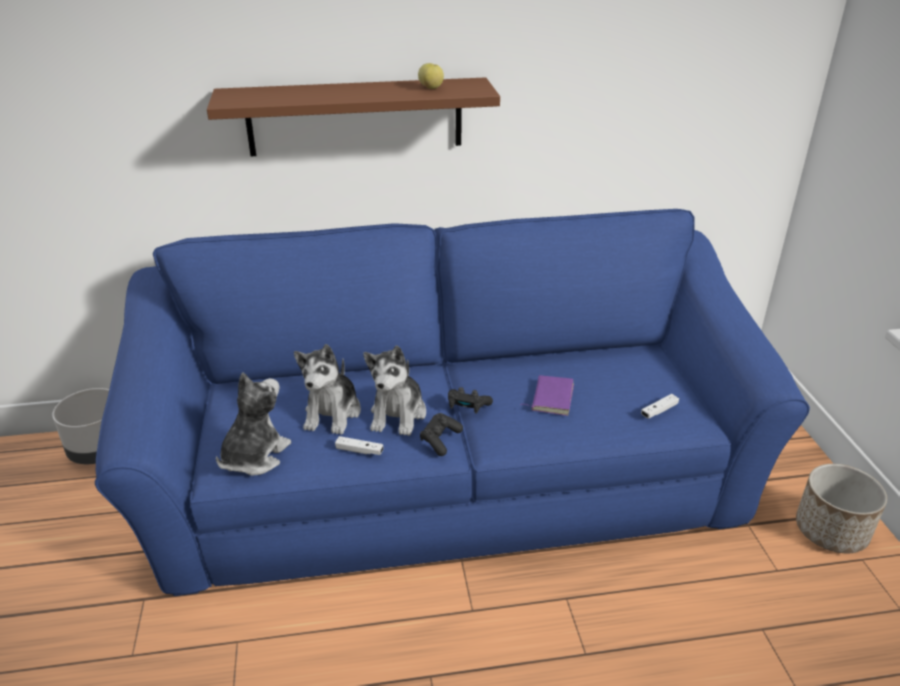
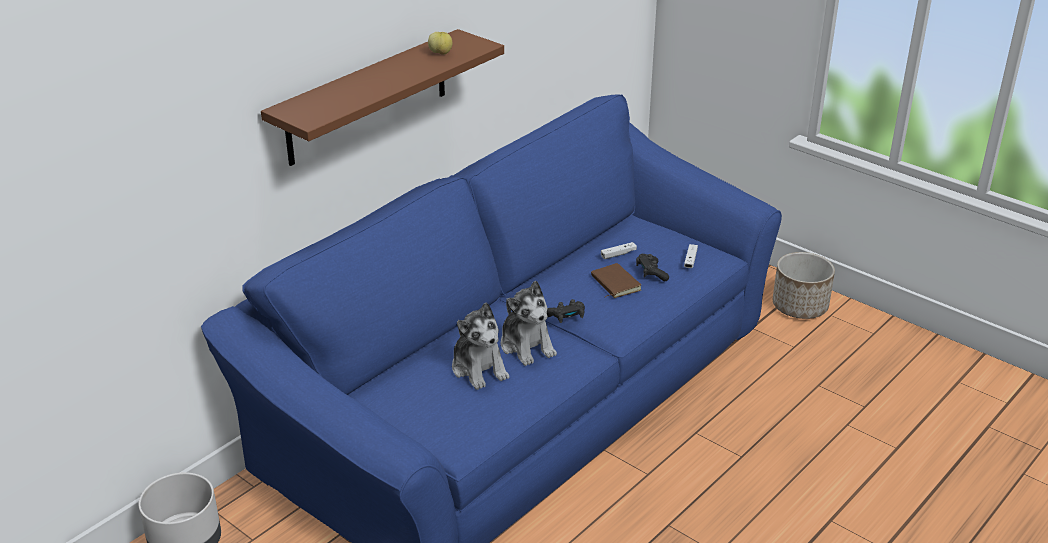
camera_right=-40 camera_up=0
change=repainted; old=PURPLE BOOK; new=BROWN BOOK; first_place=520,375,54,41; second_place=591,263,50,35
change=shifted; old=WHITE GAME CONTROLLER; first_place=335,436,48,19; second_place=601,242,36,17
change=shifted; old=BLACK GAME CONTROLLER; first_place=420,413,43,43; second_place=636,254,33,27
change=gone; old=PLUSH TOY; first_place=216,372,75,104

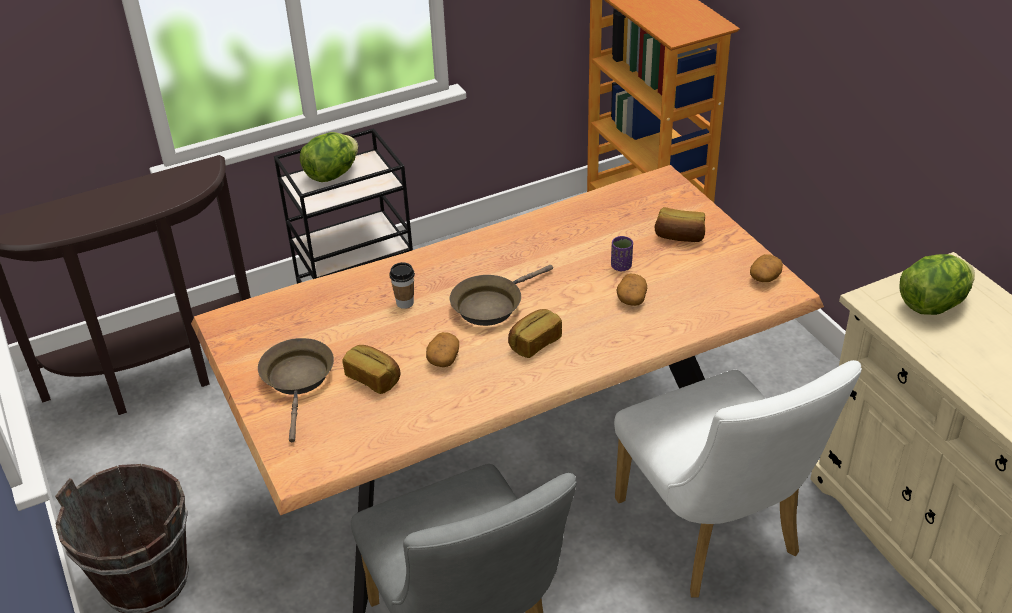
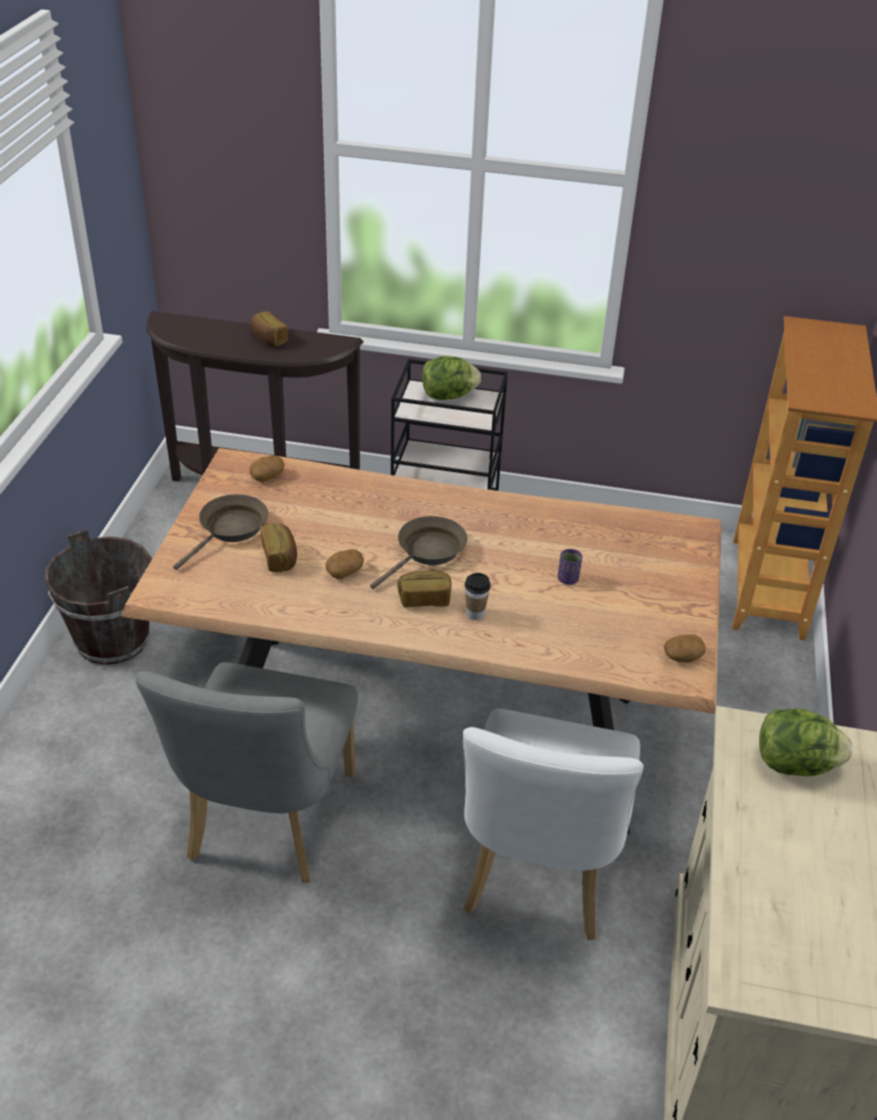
camera_right=35 camera_up=0
change=shifted; old=POTATO; first_place=617,274,30,32; second_place=249,455,36,27
change=shifted; old=BREAD; first_place=655,207,50,35; second_place=250,312,38,35
change=rotated; old=BROWN FRYING PAN; first_place=450,265,103,61; second_place=370,516,97,73; degrees=135
change=shifted; old=CUP; first_place=389,262,26,47; second_place=465,573,26,47

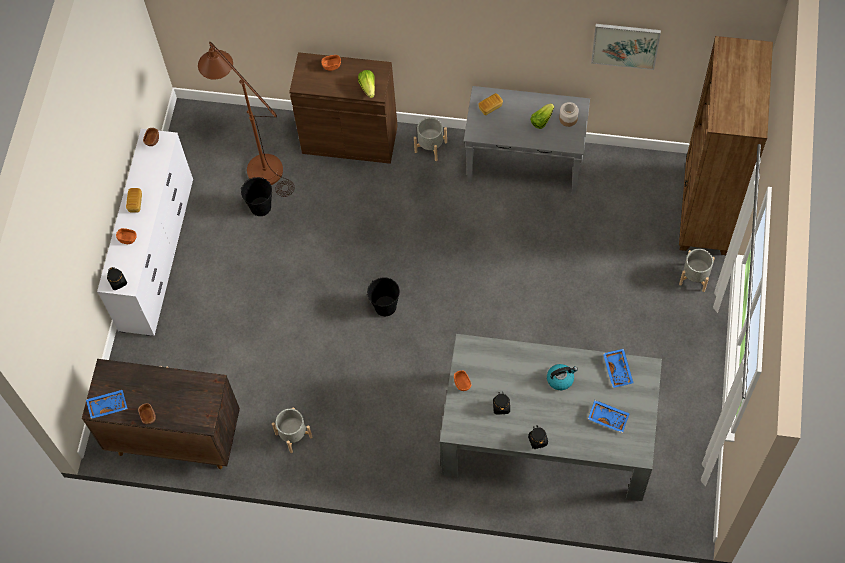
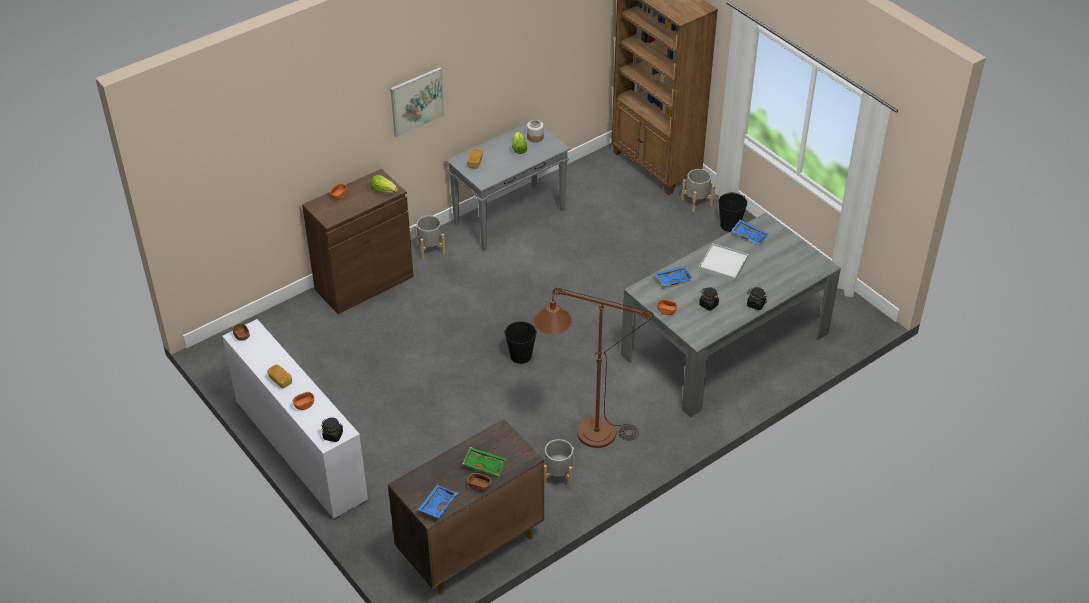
camera_right=-50 camera_up=-20
change=shifted; old=PICTURE; first_place=591,24,70,46; second_place=390,67,55,71
change=new; new=GREEN TRAY; second_place=462,447,44,29
change=shifted; old=BROWN FLOOR LAMP; first_place=198,42,96,155; second_place=534,288,120,160
change=shifted; old=BLUE TRAY; first_place=588,400,42,33; second_place=655,267,38,19
change=swapped; old=KETTLE; new=WHITE TRAY; first_place=547,364,31,26; second_place=699,244,49,38
change=shifted; old=BLACK BUCKET; first_place=241,177,31,39; second_place=718,192,29,40

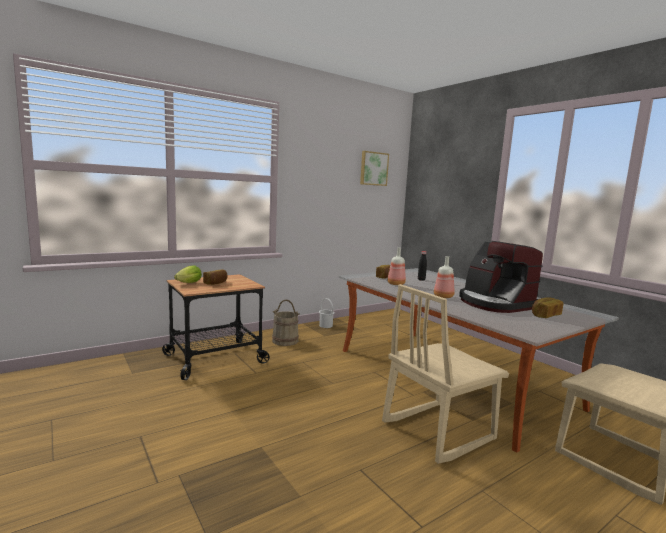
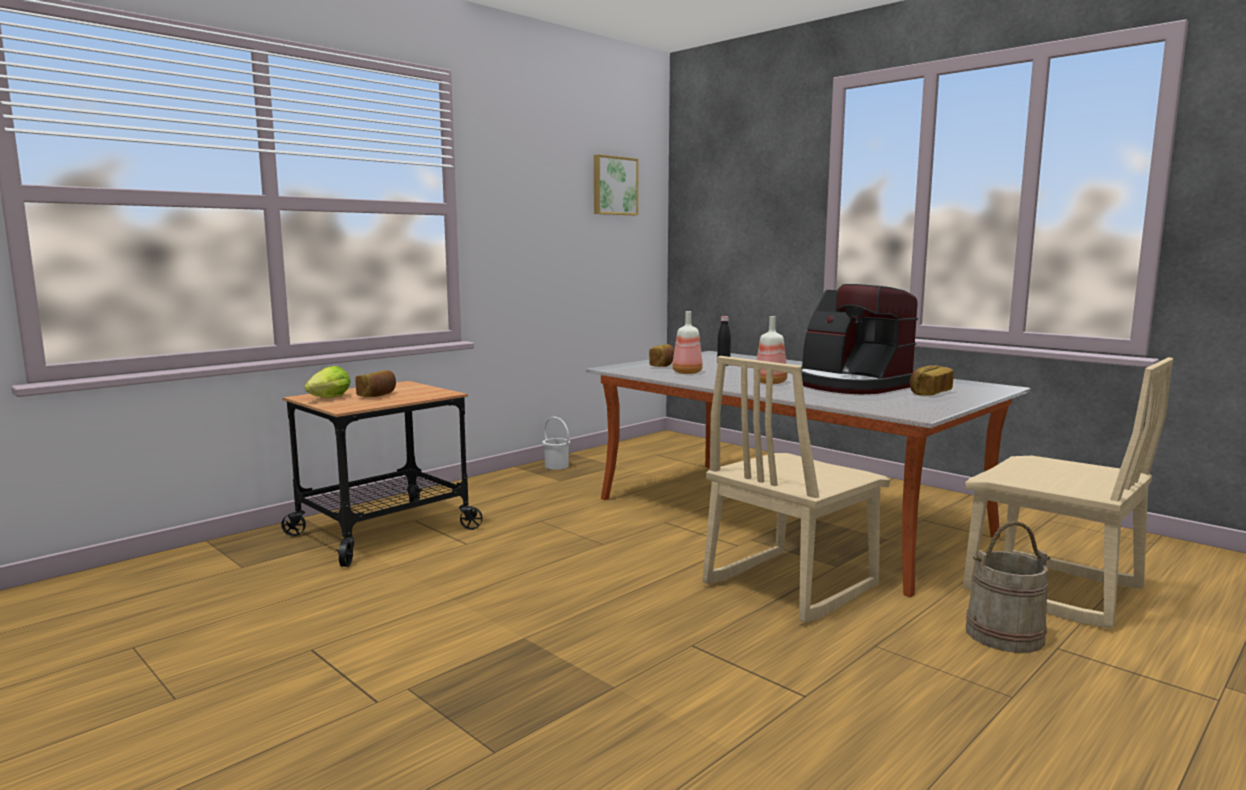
camera_right=-10 camera_up=0
change=shifted; old=BEIGE BUCKET; first_place=272,299,27,47; second_place=966,521,85,132

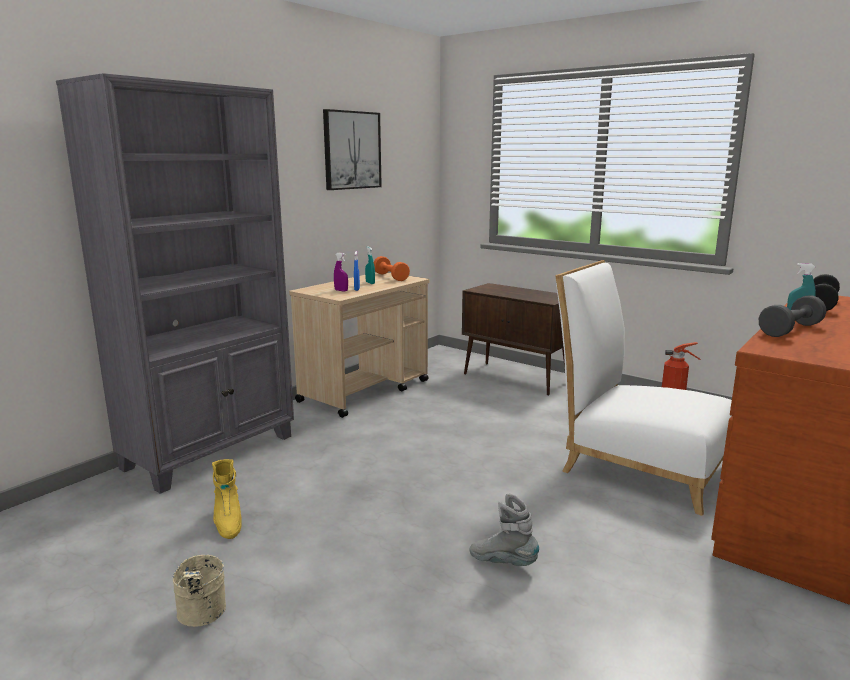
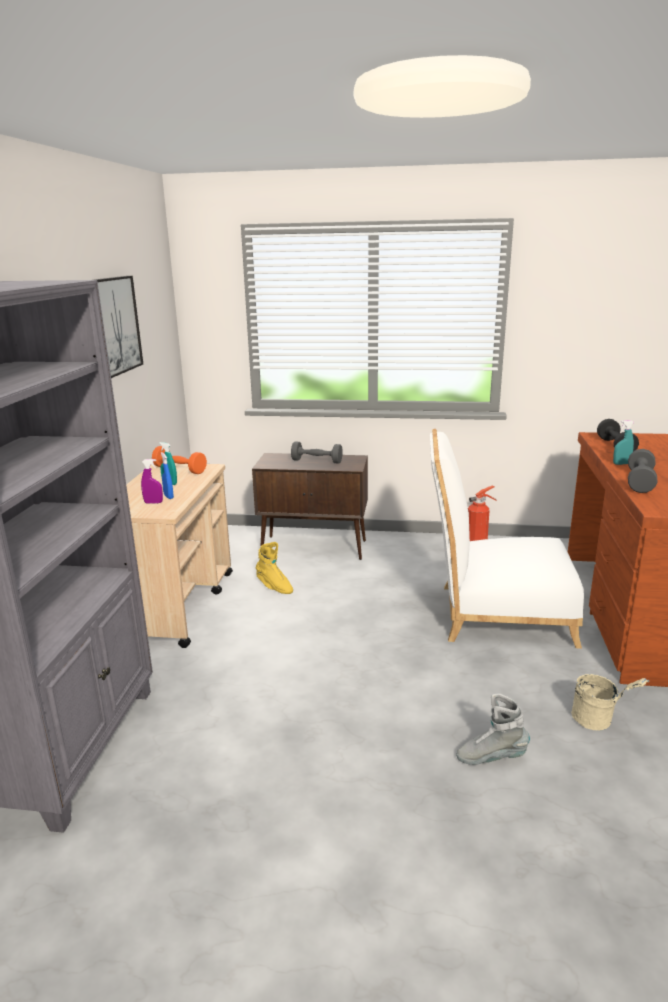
camera_right=-30 camera_up=5
change=shifted; old=YELLOW BOOT; first_place=212,459,29,80; second_place=256,542,37,52
change=new; new=GREY DUMBBELL; second_place=291,441,52,23
change=shifted; old=BEIGE BUCKET; first_place=173,555,53,72; second_place=571,674,78,57

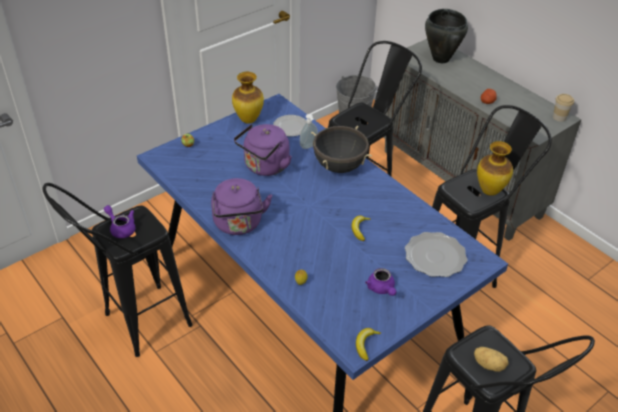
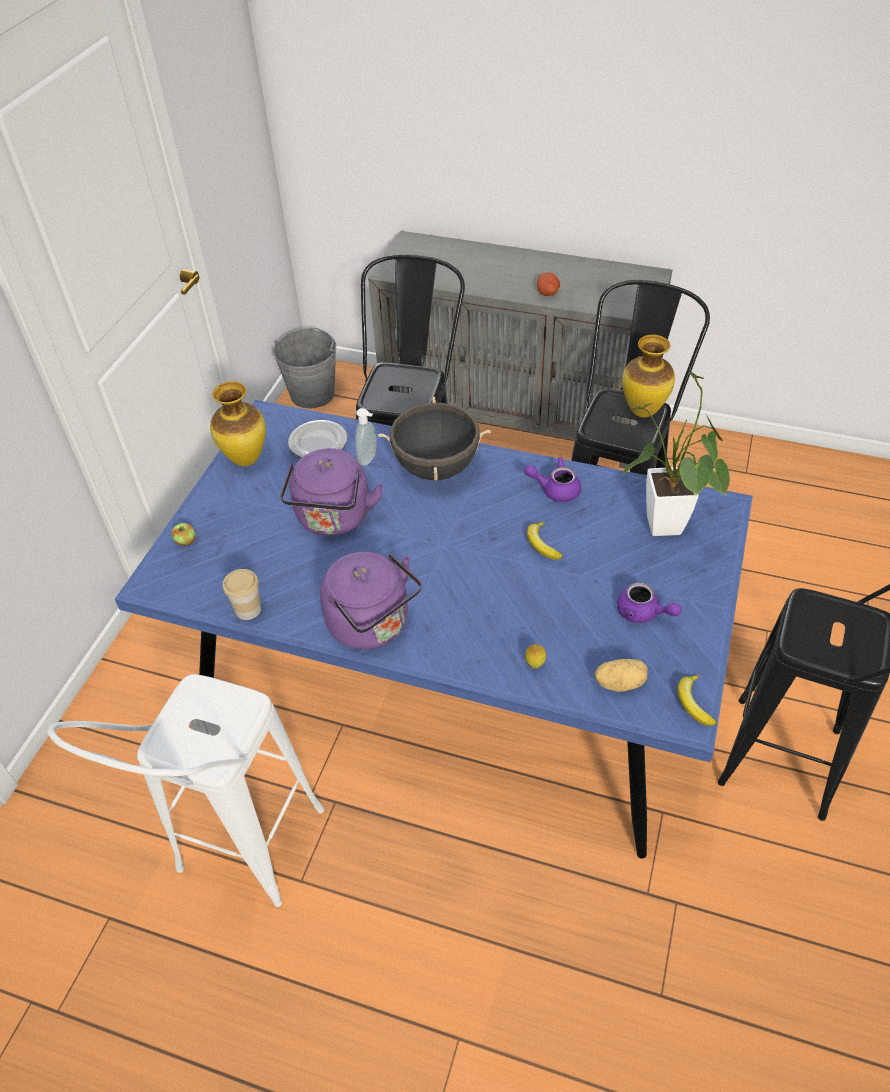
camera_right=-30 camera_up=5
change=repainted; old=BLACK STOOL; new=WHITE STOOL; first_place=42,183,151,174; second_place=47,674,277,233
change=shifted; old=CUP; first_place=553,94,21,28; second_place=223,569,38,51
change=shifted; old=PURPLE TEAPOT; first_place=104,205,32,33; second_place=524,457,57,45
change=shifted; old=POTATO; first_place=474,347,34,25; second_place=594,659,53,33
change=swapped; old=PLATE; new=POTTED PLANT; first_place=405,232,63,45; second_place=622,371,108,165
change=gone; old=BLACK COOKING POT; first_place=425,9,43,54

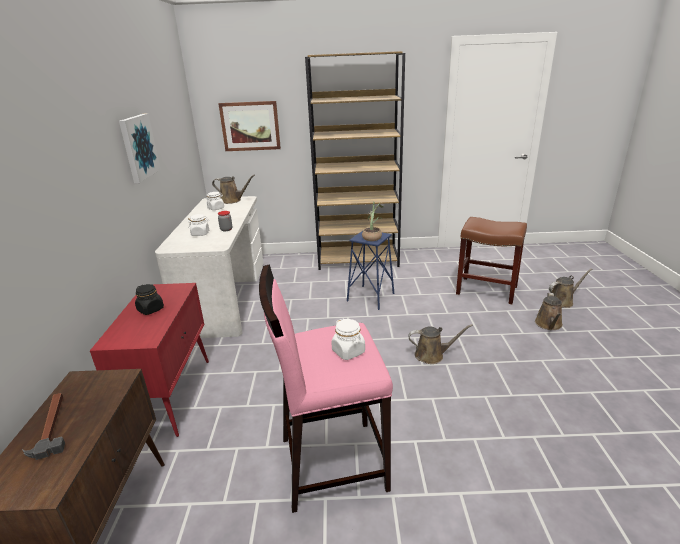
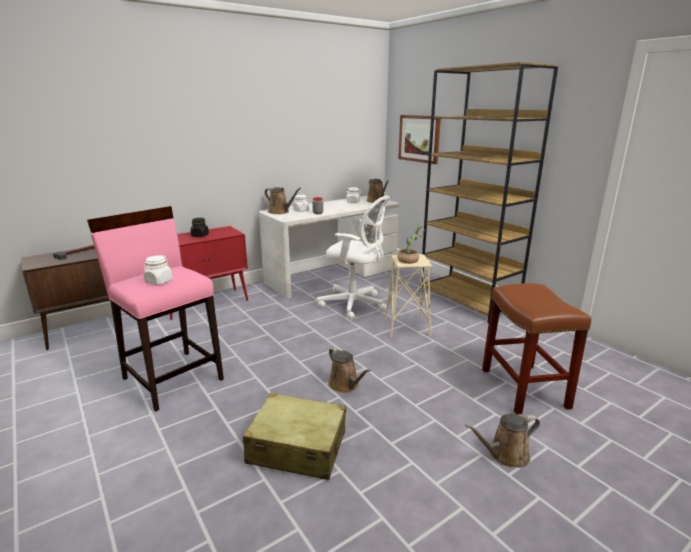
camera_right=55 camera_up=-5
change=new; new=BEIGE SUITCASE; second_place=243,393,103,87
change=shifted; old=BROWN WATERING CAN; first_place=549,269,43,39; second_place=264,187,37,27
change=new; new=WHITE OFFICE CHAIR; second_place=317,196,73,124
change=repainted; old=BLUE STOOL; new=BEIGE STOOL; first_place=347,231,47,79; second_place=385,254,47,84
change=gone; old=PICTURE; first_place=119,113,41,70

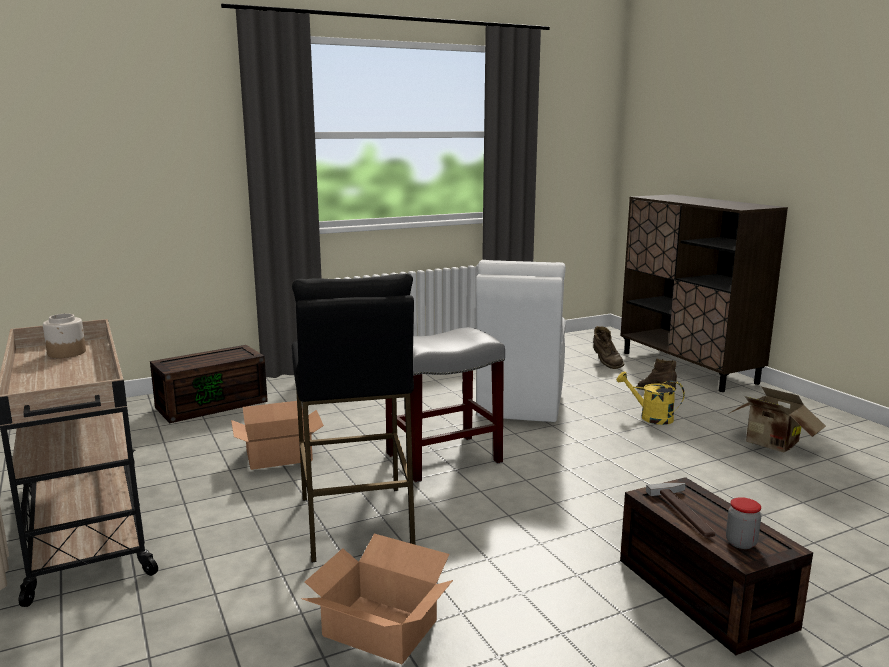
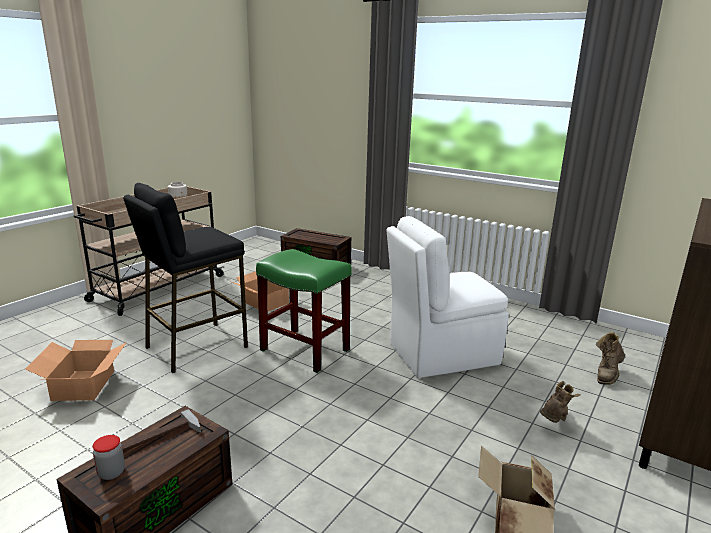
camera_right=60 camera_up=5
change=repainted; old=GREY STOOL; new=GREEN STOOL; first_place=386,327,119,156; second_place=256,249,96,124
change=gone; old=YELLOW WATERING CAN; first_place=616,372,69,53

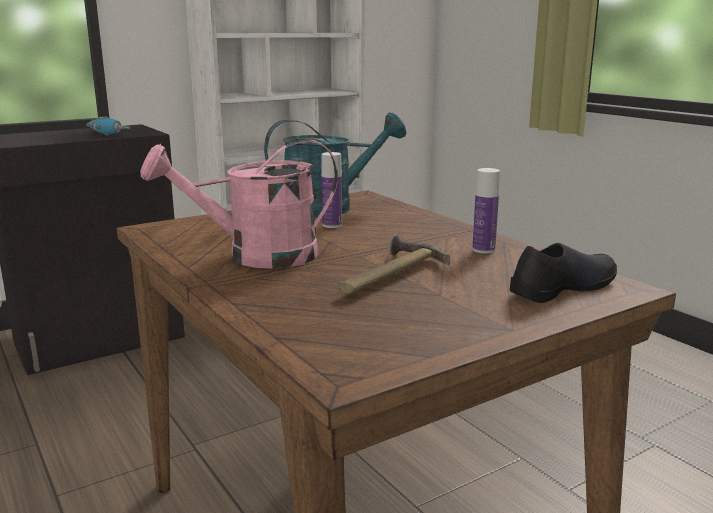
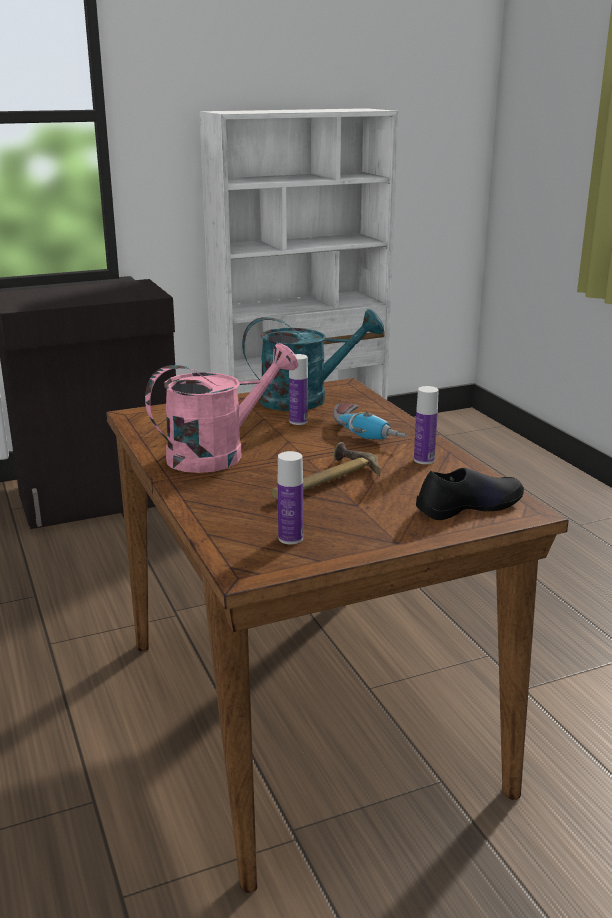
camera_right=10 camera_up=5
change=rotated; old=PINK WATERING CAN; first_place=140,140,198,129; second_place=145,343,153,130; degrees=150
change=new; new=BOTTLE; second_place=277,451,26,93
change=shifted; old=POWER DRILL; first_place=86,116,44,20; second_place=334,403,73,36

